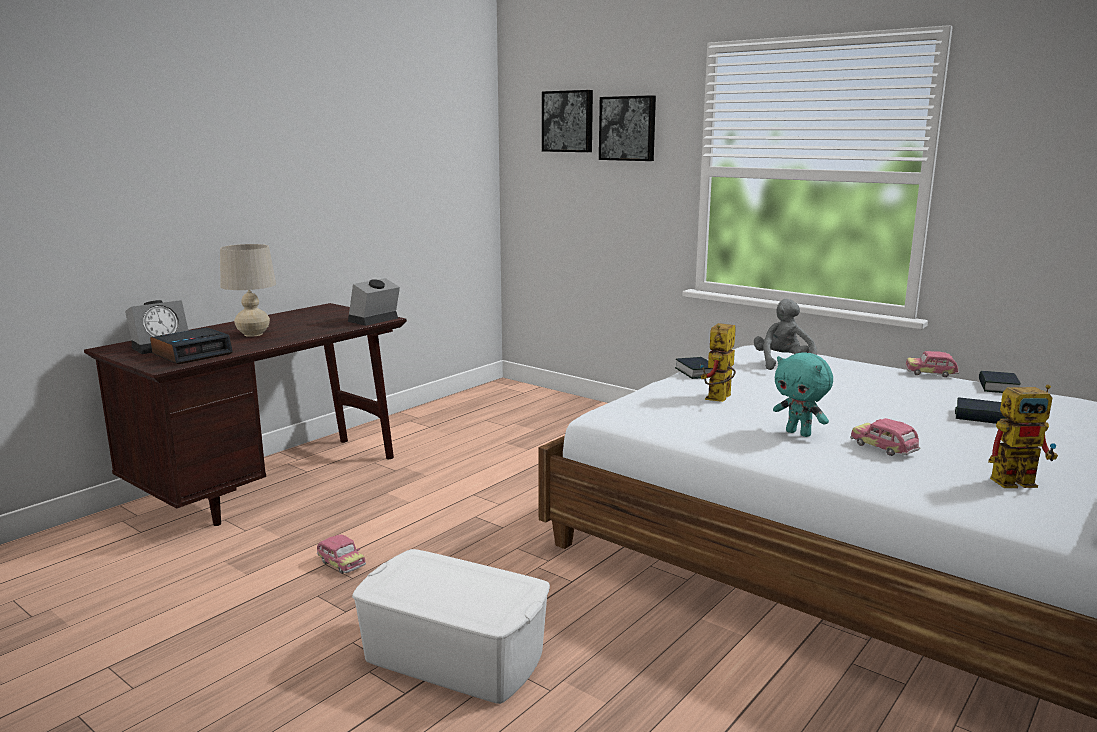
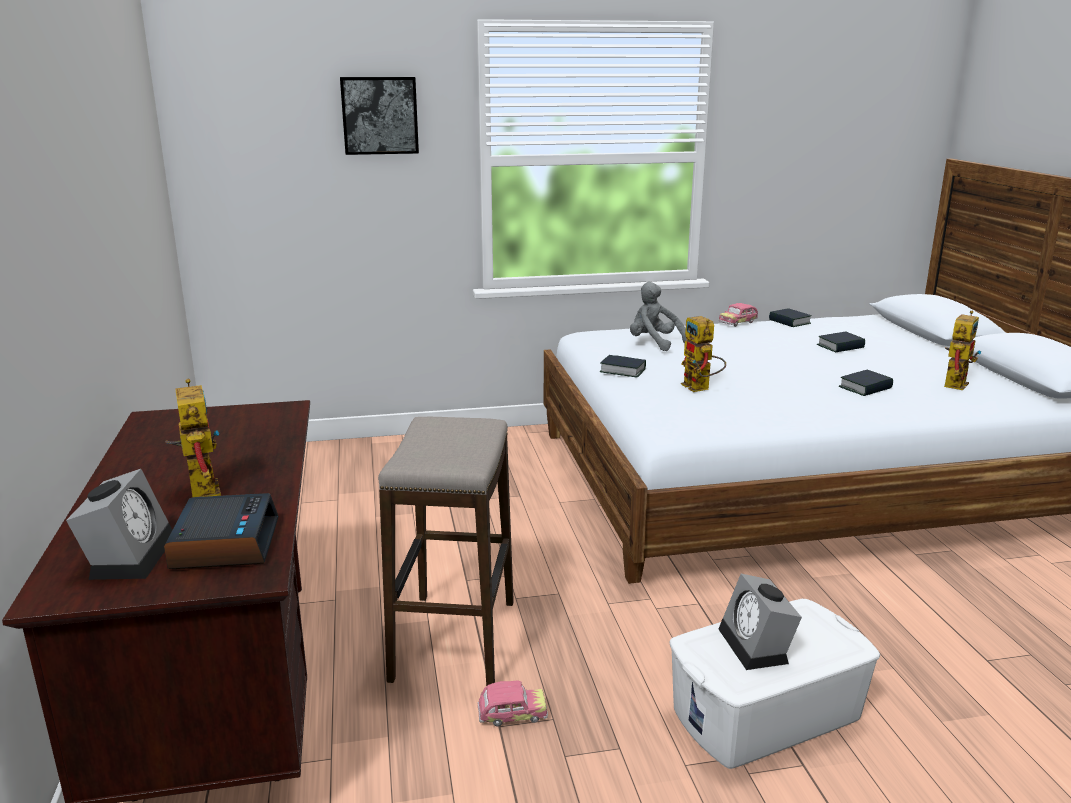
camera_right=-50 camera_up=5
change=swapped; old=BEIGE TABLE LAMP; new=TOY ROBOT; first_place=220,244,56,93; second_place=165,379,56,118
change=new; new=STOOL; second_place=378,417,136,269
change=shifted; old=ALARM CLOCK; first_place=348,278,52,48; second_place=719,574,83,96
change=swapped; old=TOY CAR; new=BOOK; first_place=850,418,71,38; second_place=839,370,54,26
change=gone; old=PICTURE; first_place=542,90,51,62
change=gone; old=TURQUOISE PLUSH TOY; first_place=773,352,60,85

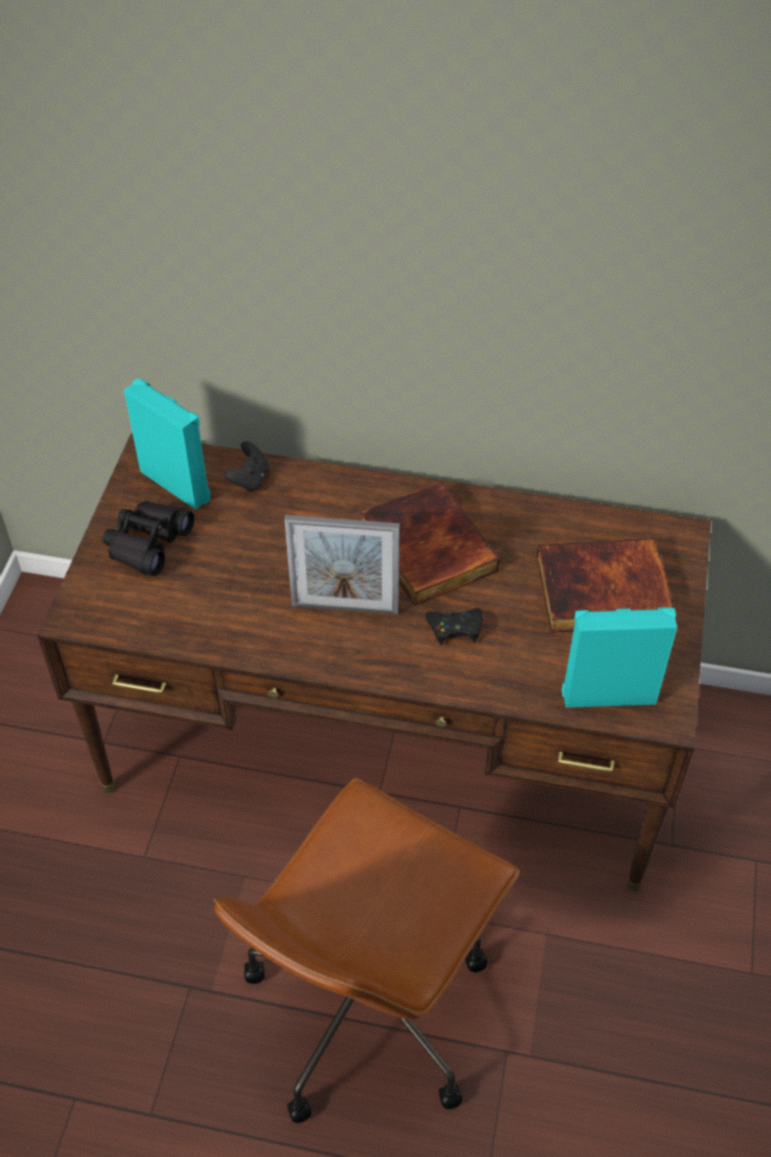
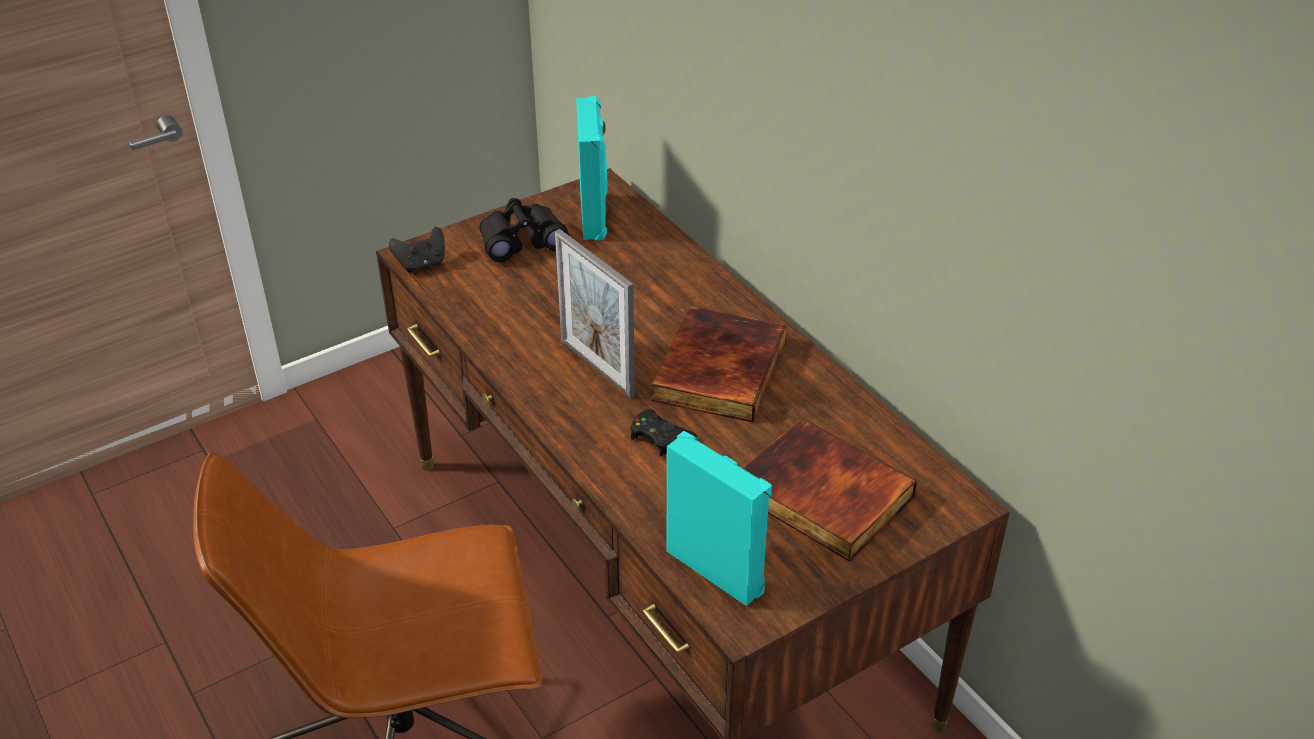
camera_right=45 camera_up=-10
change=shifted; old=BLACK GAME CONTROLLER; first_place=224,441,45,51; second_place=389,227,56,45

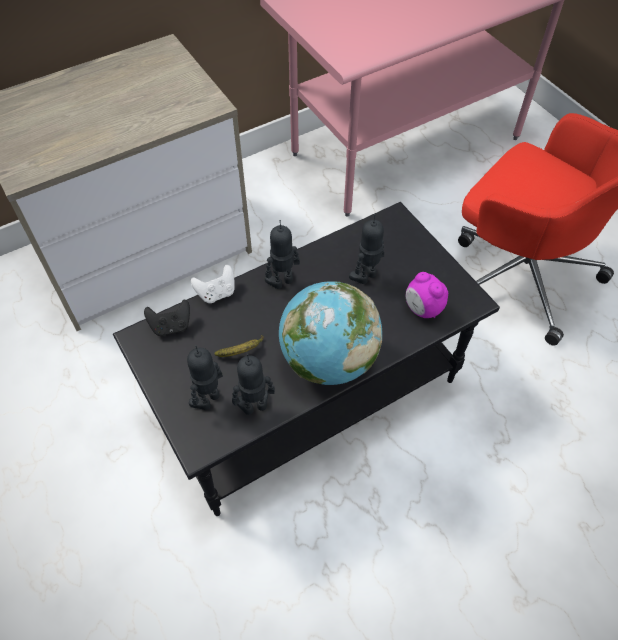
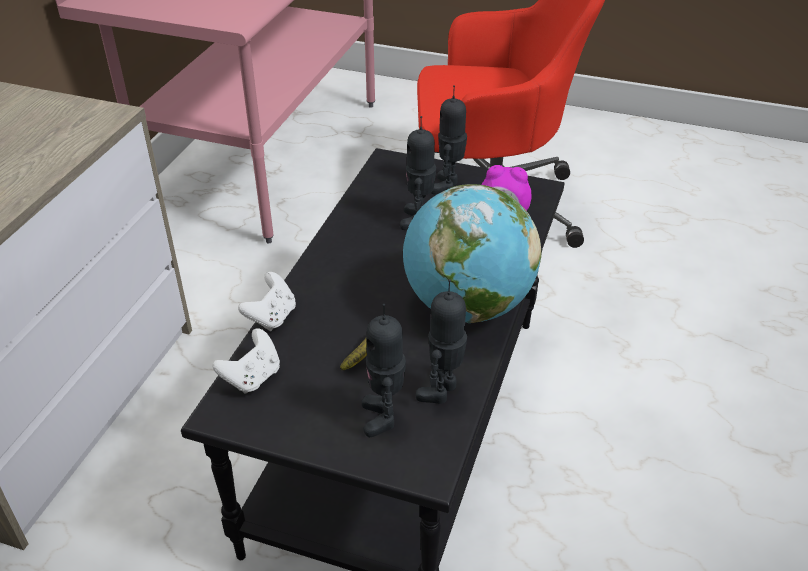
camera_right=-40 camera_up=-15
change=repainted; old=BLACK GAME CONTROLLER; new=WHITE GAME CONTROLLER; first_place=144,299,46,37; second_place=212,328,68,66
change=shifted; old=TOY ROBOT; first_place=265,220,35,69; second_place=431,85,36,109

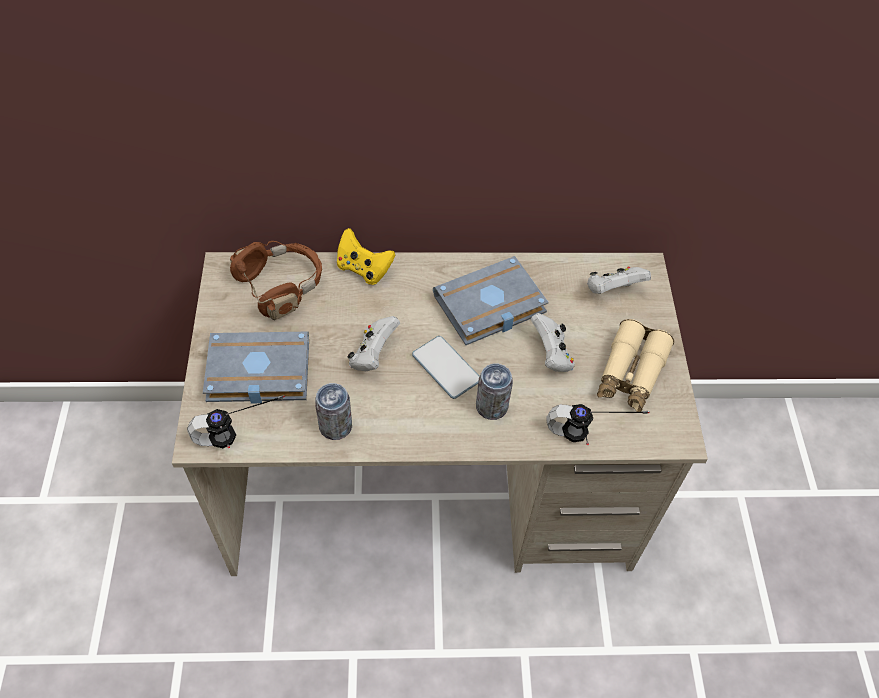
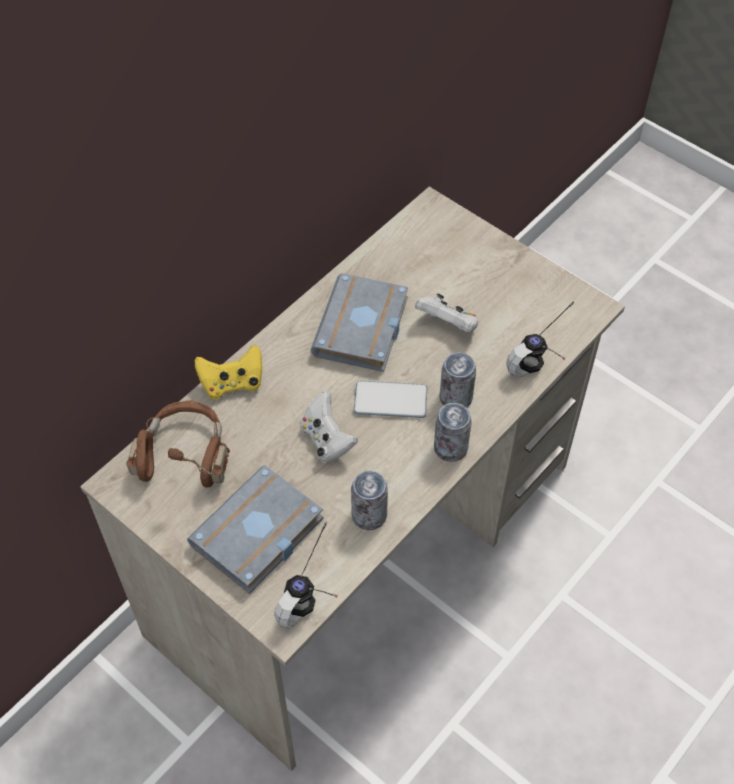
camera_right=-45 camera_up=0
change=new; new=CAN; second_place=434,403,38,59
change=gone; old=WHITE GAME CONTROLLER; first_place=587,267,64,27
change=gone; old=BEIGE BINOCULARS; first_place=597,319,77,93

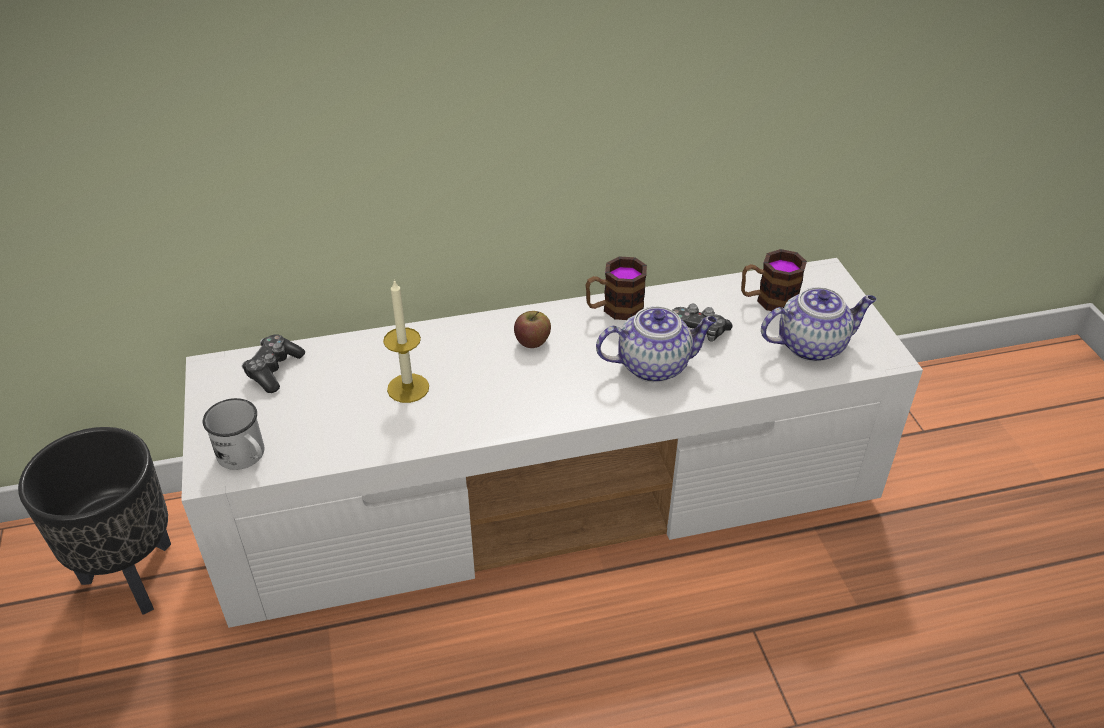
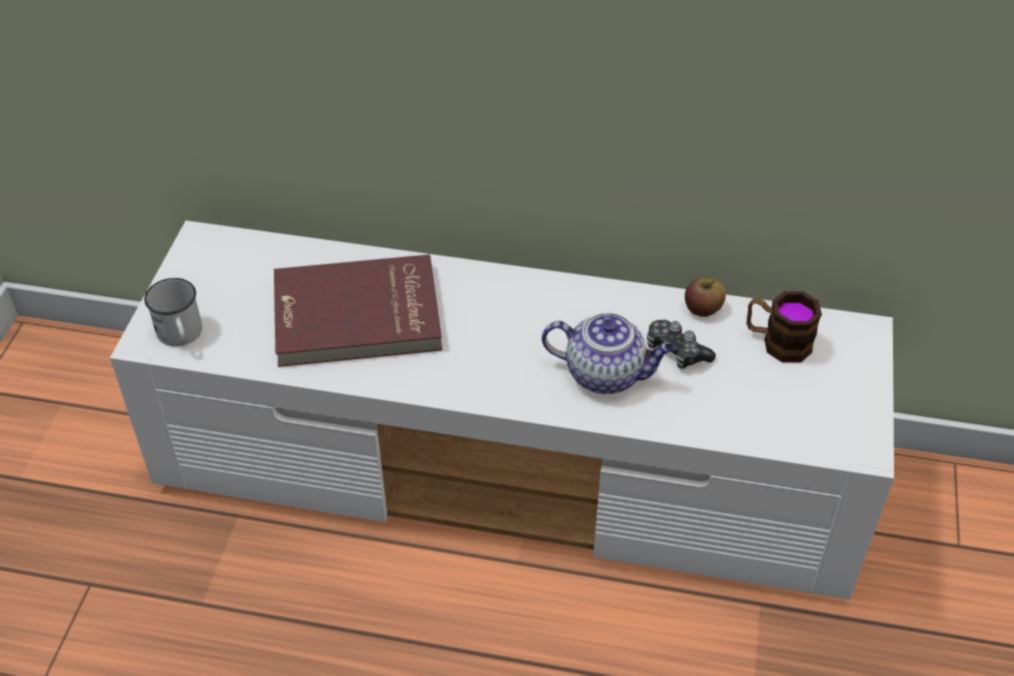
camera_right=25 camera_up=5
change=swapped; old=CANDLE; new=RED BOOK; first_place=383,279,46,124; second_place=274,254,168,113
change=shifted; old=APPLE; first_place=514,311,37,37; second_place=685,277,41,40
change=gone; old=BLACK PLANTER; first_place=18,427,153,188
change=gone; old=GAME CONTROLLER; first_place=242,334,63,59
change=gone; old=MUG; first_place=586,257,61,63
change=gone; old=TEAPOT; first_place=761,287,116,75

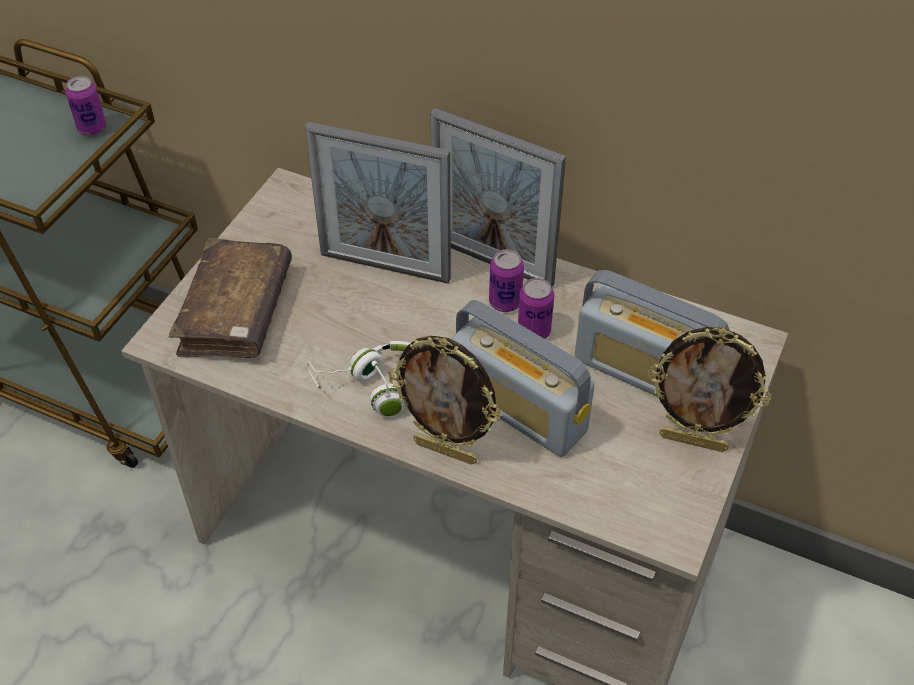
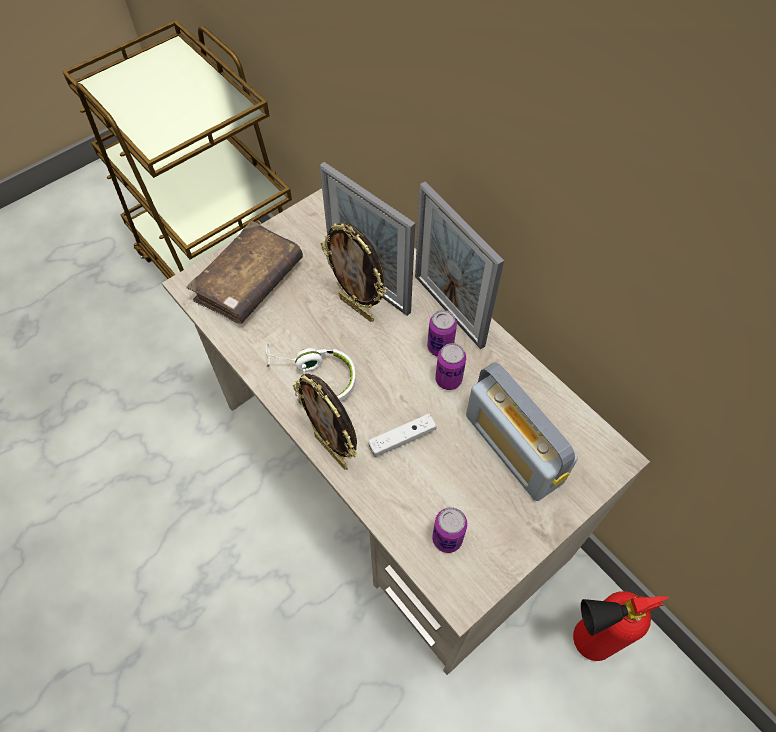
camera_right=25 camera_up=10
change=shifted; old=PICTURE FRAME; first_place=648,327,123,125; second_place=321,223,65,99
change=swapped; old=RADIO; new=WHITE GAME CONTROLLER; first_place=451,300,144,157; second_place=368,414,68,43
change=shifted; old=CAN; first_place=65,76,42,60; second_place=432,507,35,46
change=new; new=FIRE EXTINGUISHER; second_place=573,591,96,70

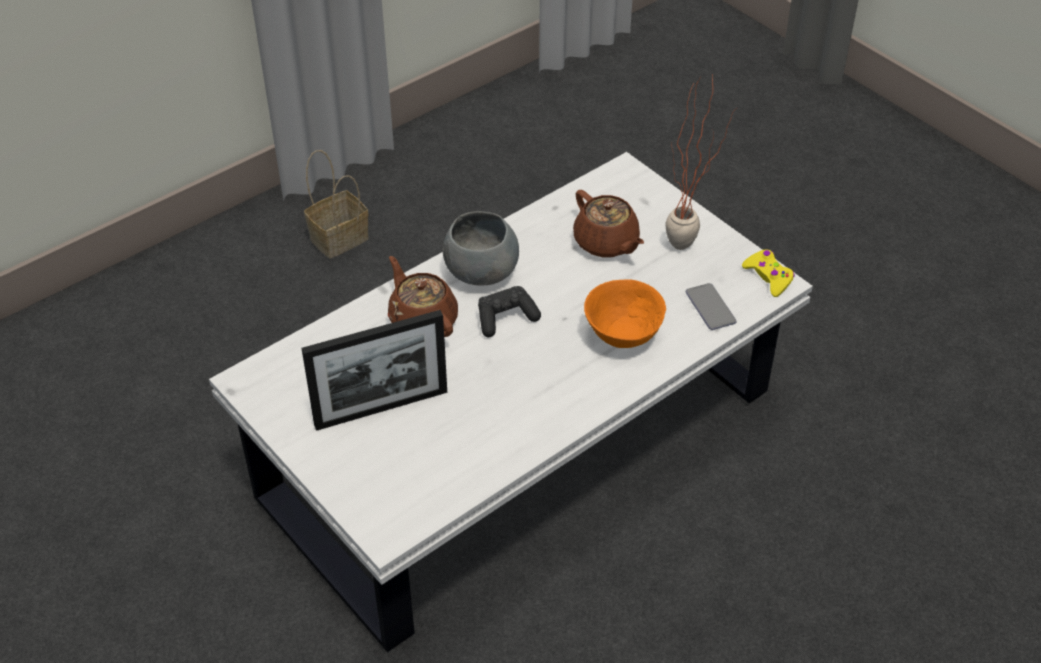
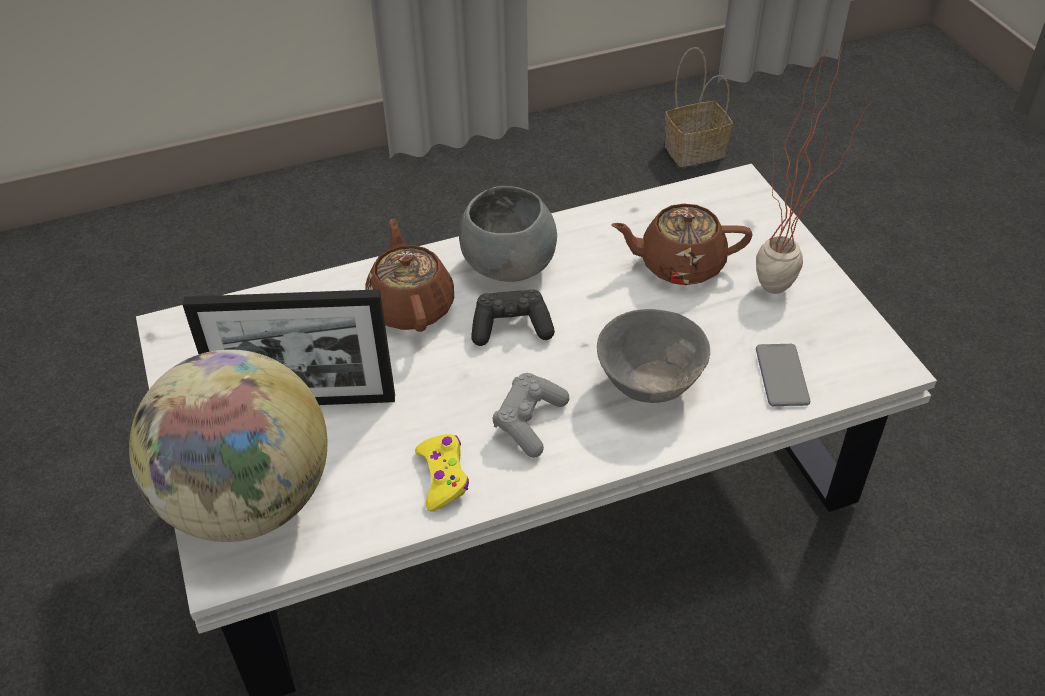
camera_right=20 camera_up=0
change=new; new=GLOBE; second_place=129,349,199,193
change=shifted; old=YELLOW GAME CONTROLLER; first_place=742,249,53,48; second_place=415,434,54,78
change=new; new=GREY GAME CONTROLLER; second_place=493,373,76,85
change=repainted; old=ORANGE BOWL; new=GREY BOWL; first_place=584,279,82,69; second_place=597,309,113,94
change=rotated; old=BROWN TEAPOT; first_place=573,190,71,67; second_place=611,204,142,81; degrees=105
change=shifted; old=BASKET; first_place=304,150,65,108; second_place=665,47,68,120

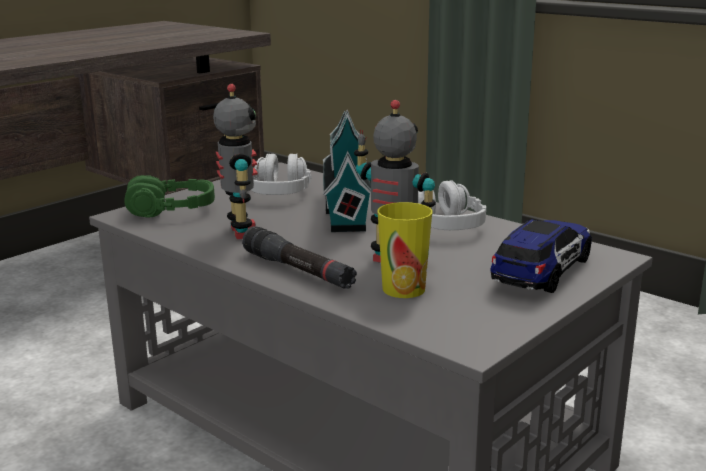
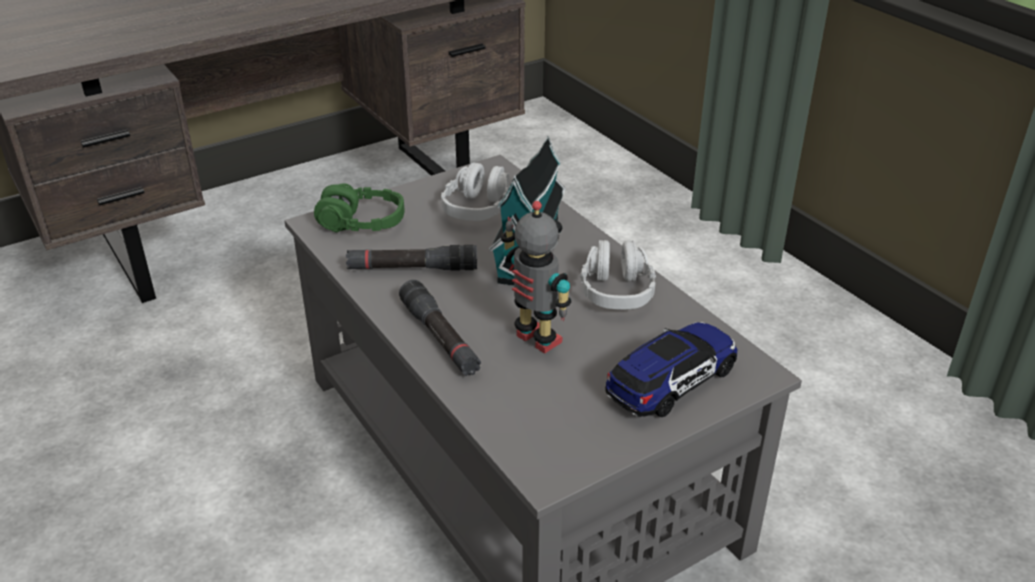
camera_right=15 camera_up=15
change=swapped; old=TOY ROBOT; new=BLACK FLASHLIGHT; first_place=213,84,45,155; second_place=346,245,131,26
change=gone; old=CUP; first_place=377,202,56,96

